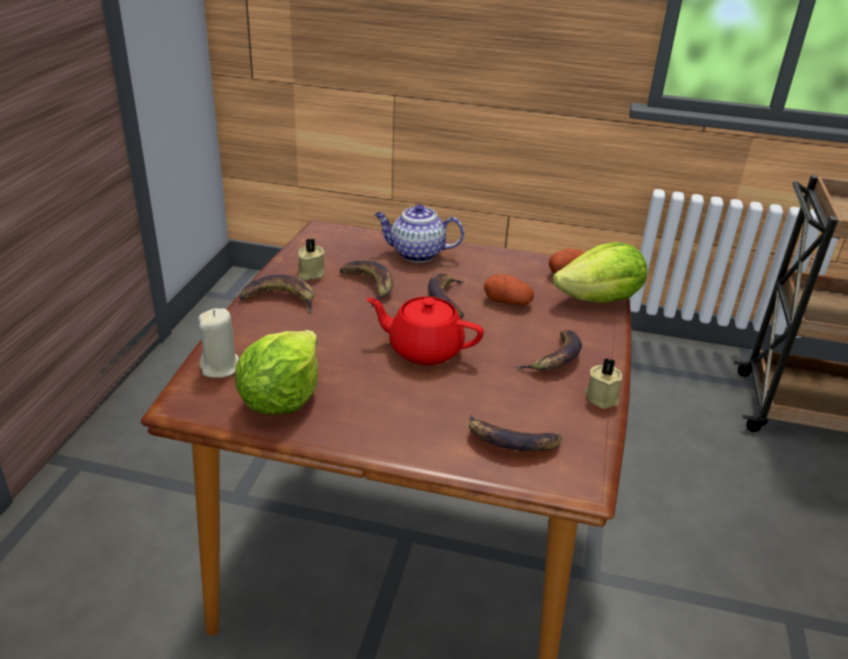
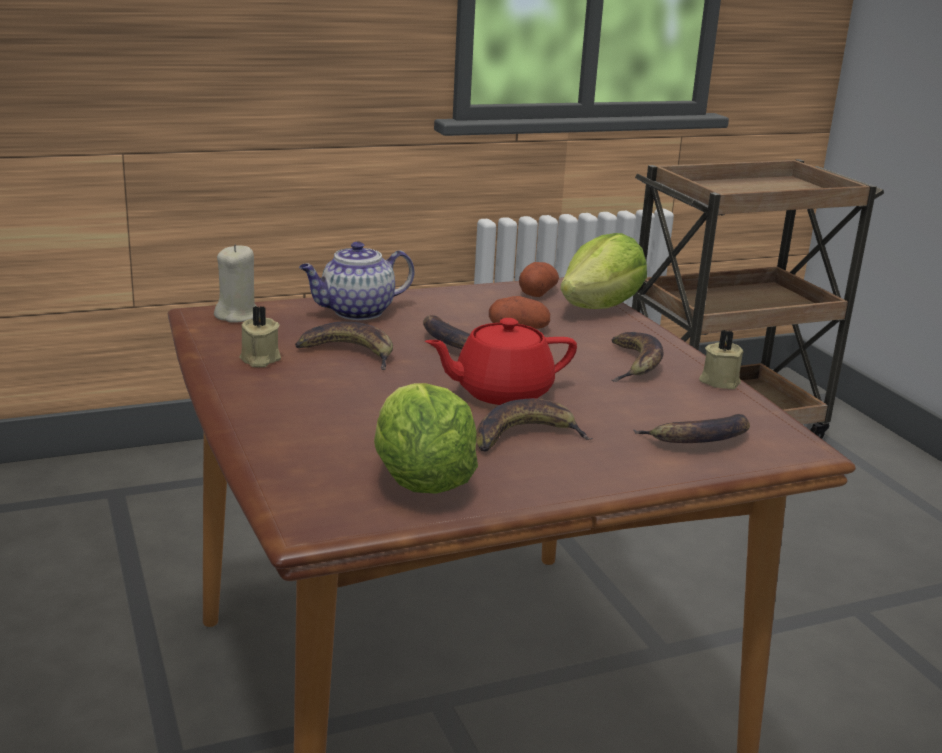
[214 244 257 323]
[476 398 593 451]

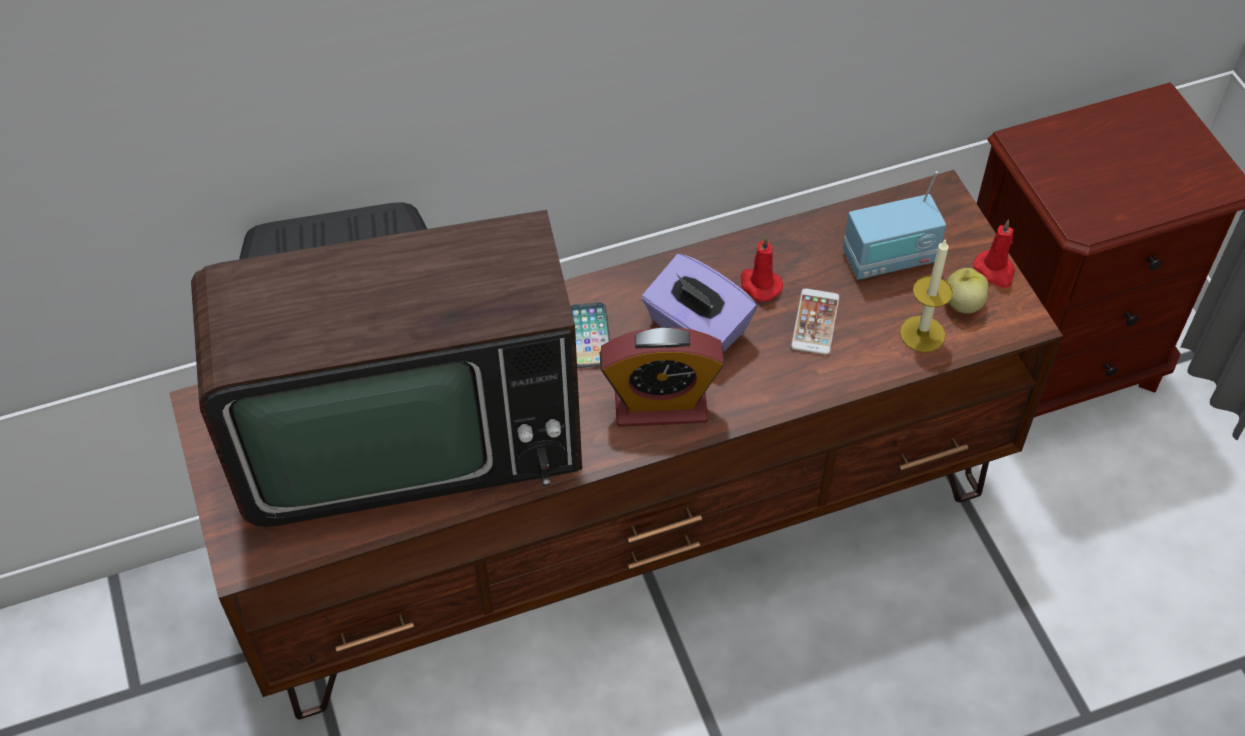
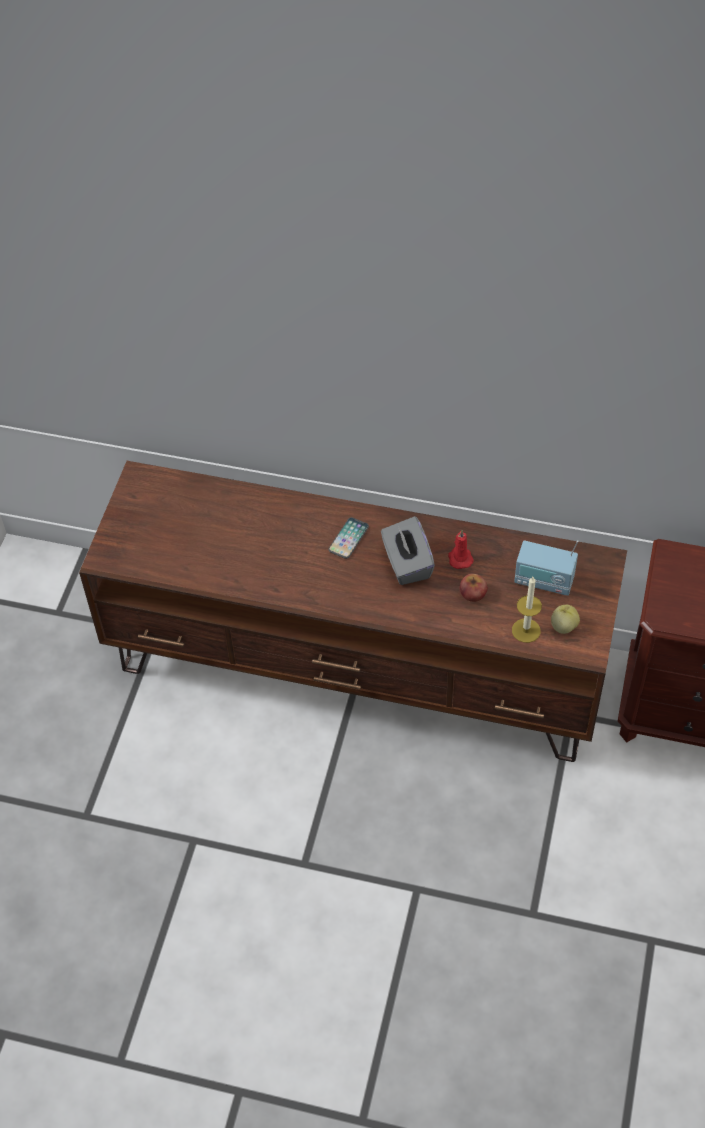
[191 202 582 527] (first image)
[600 327 725 427] (first image)
[973 219 1015 288] (first image)
[460 574 488 602]
[381 516 435 585]

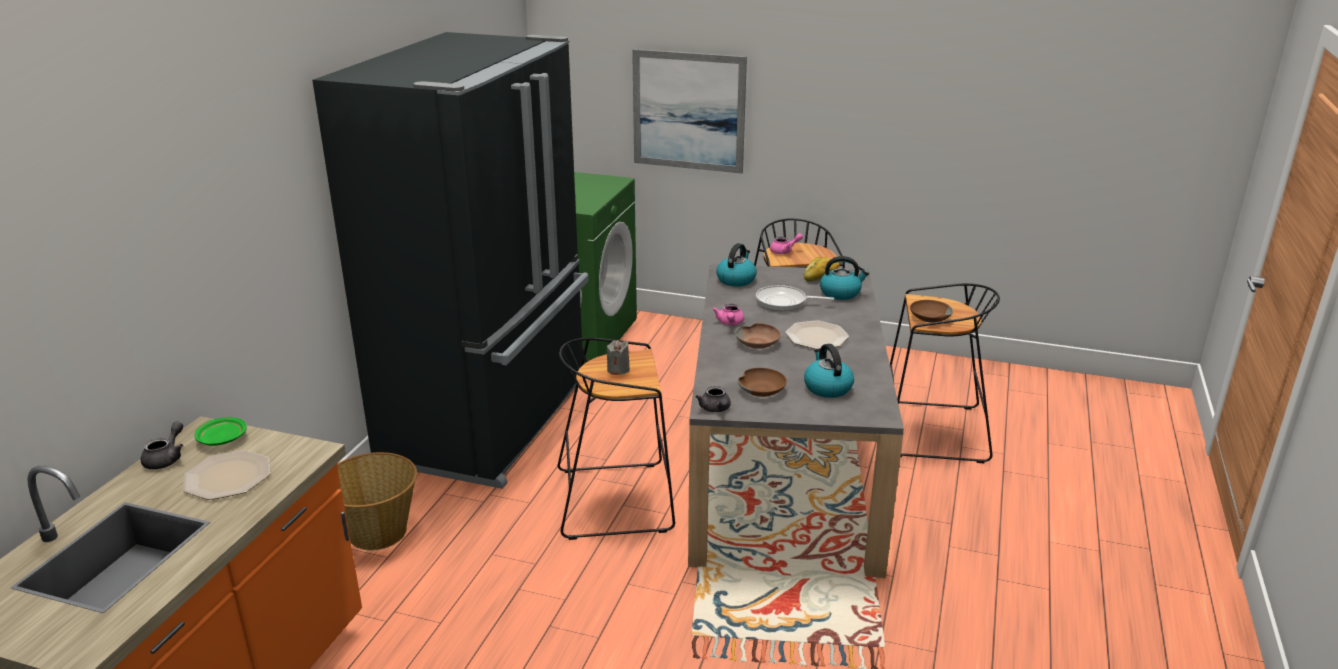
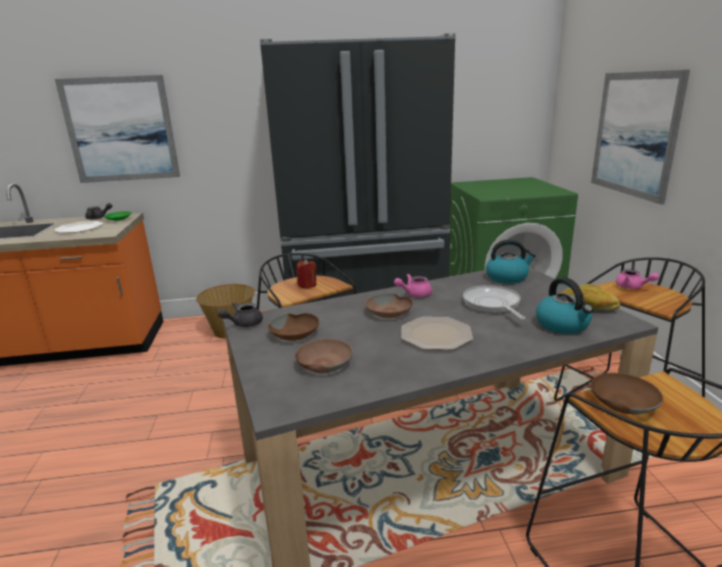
[55 75 180 183]
[295 339 353 373]
[296 259 317 289]

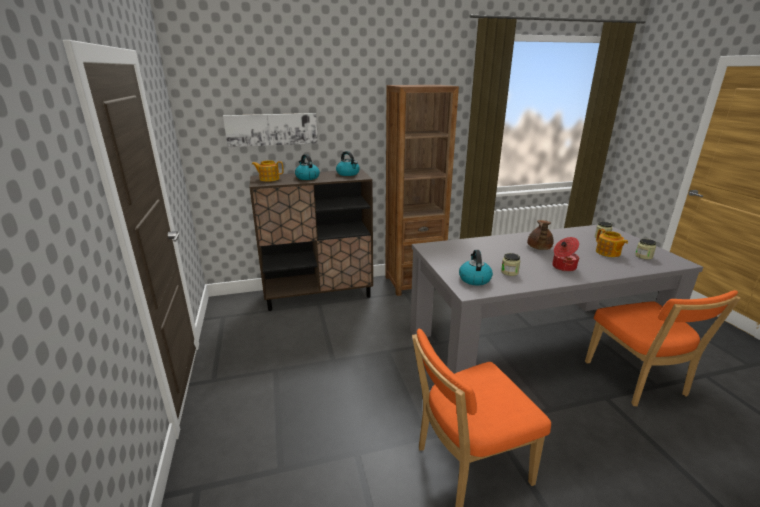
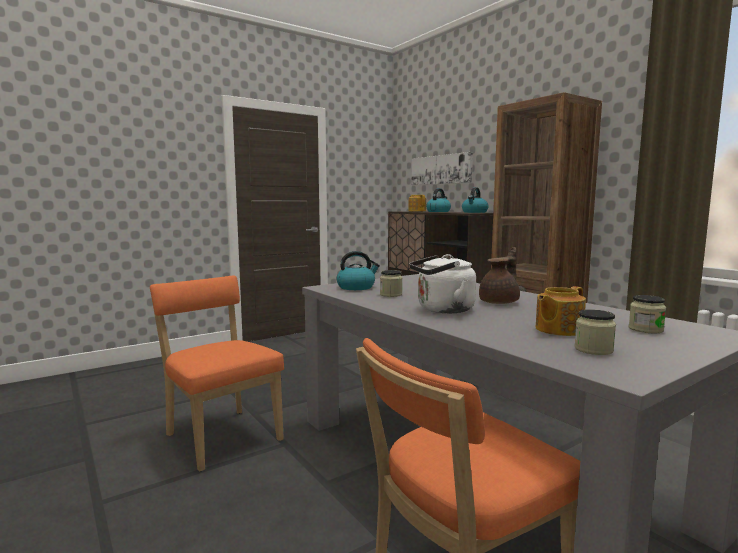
[409 254 476 313]
[479 247 520 304]

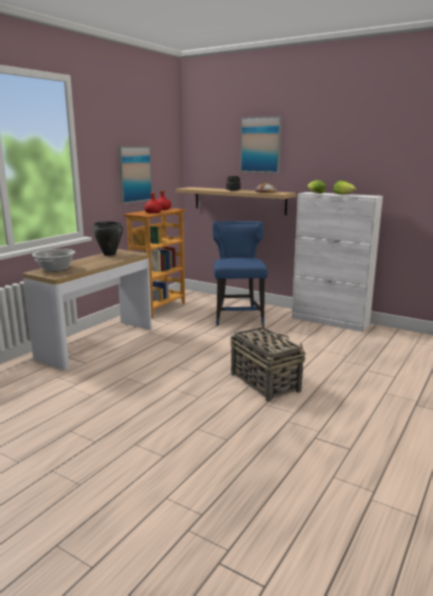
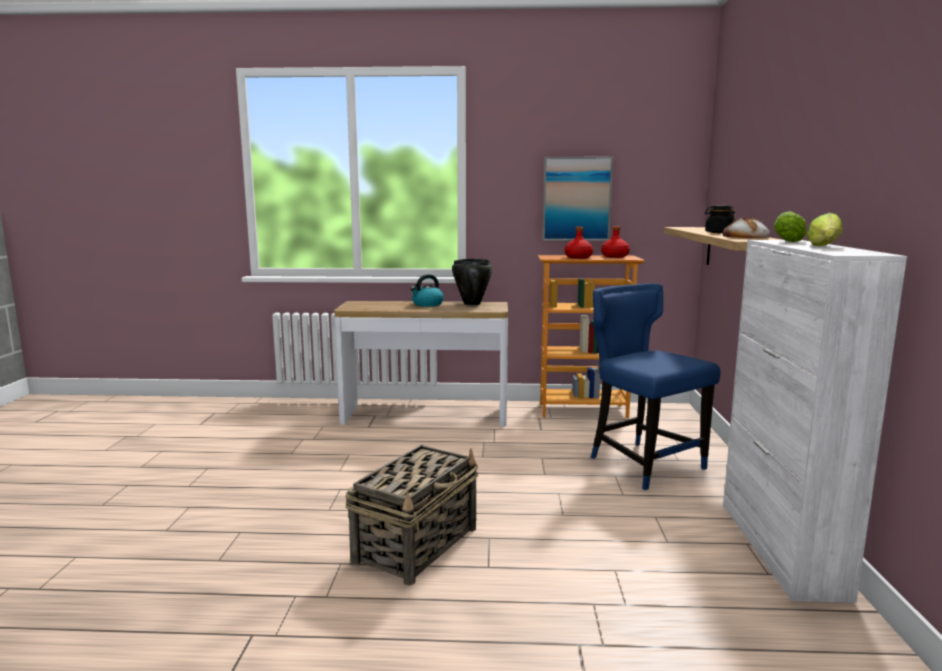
[32 249 75 272] (first image)
[240 116 282 173] (first image)
[410 274 444 307]
[591 283 721 490]

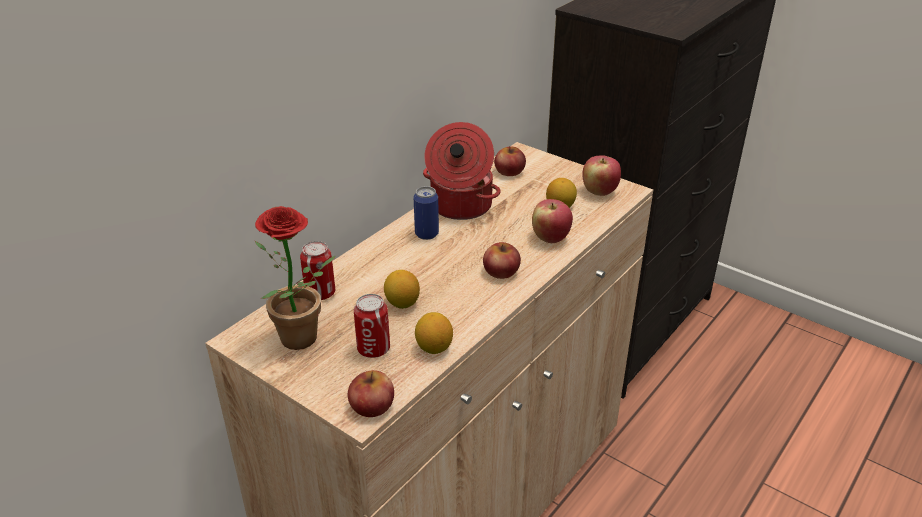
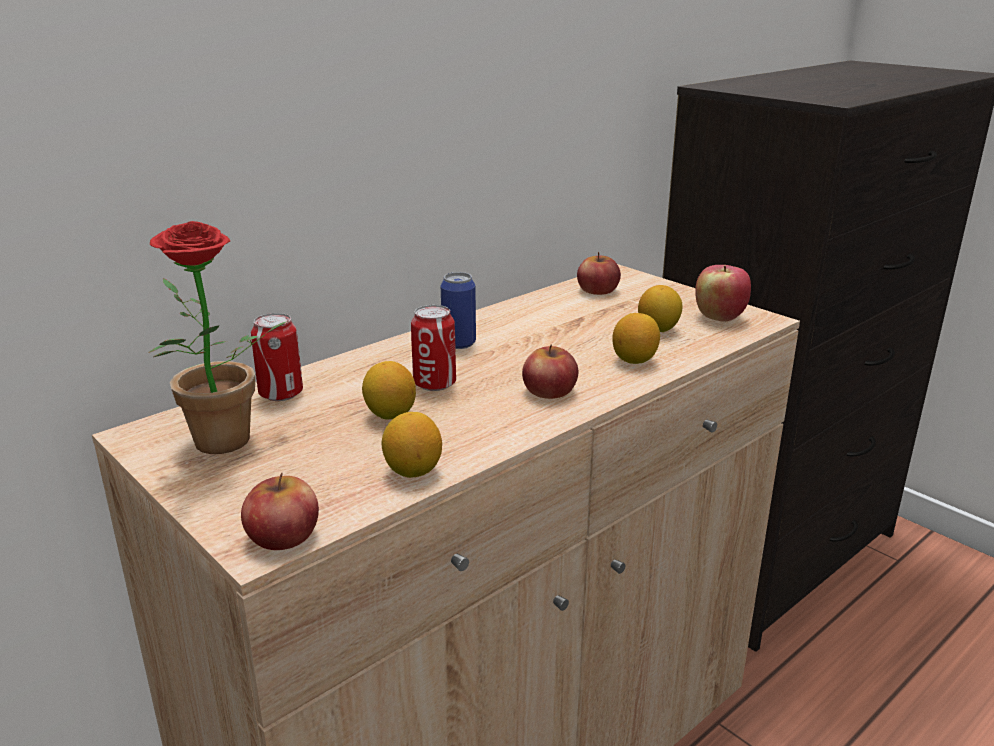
[423 122 500 220] (first image)
[411 305 456 391]
[612 313 660 364]

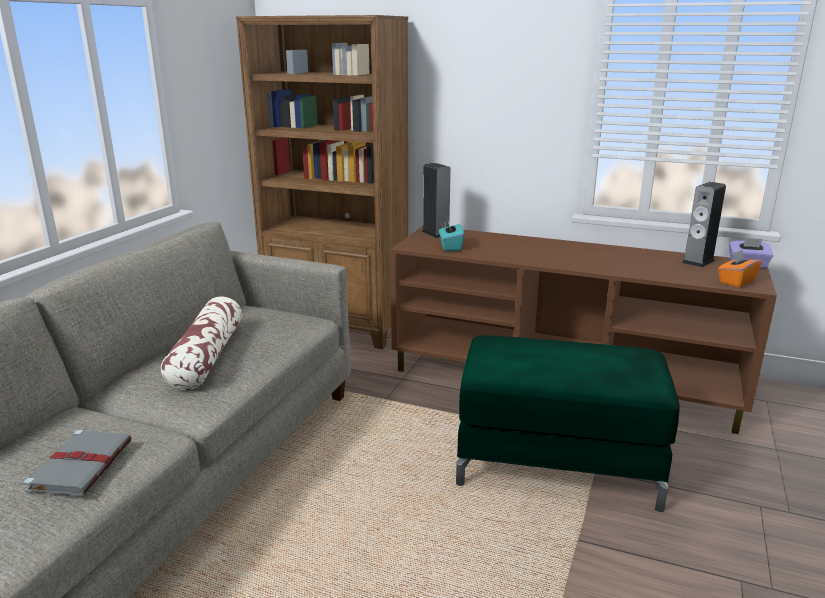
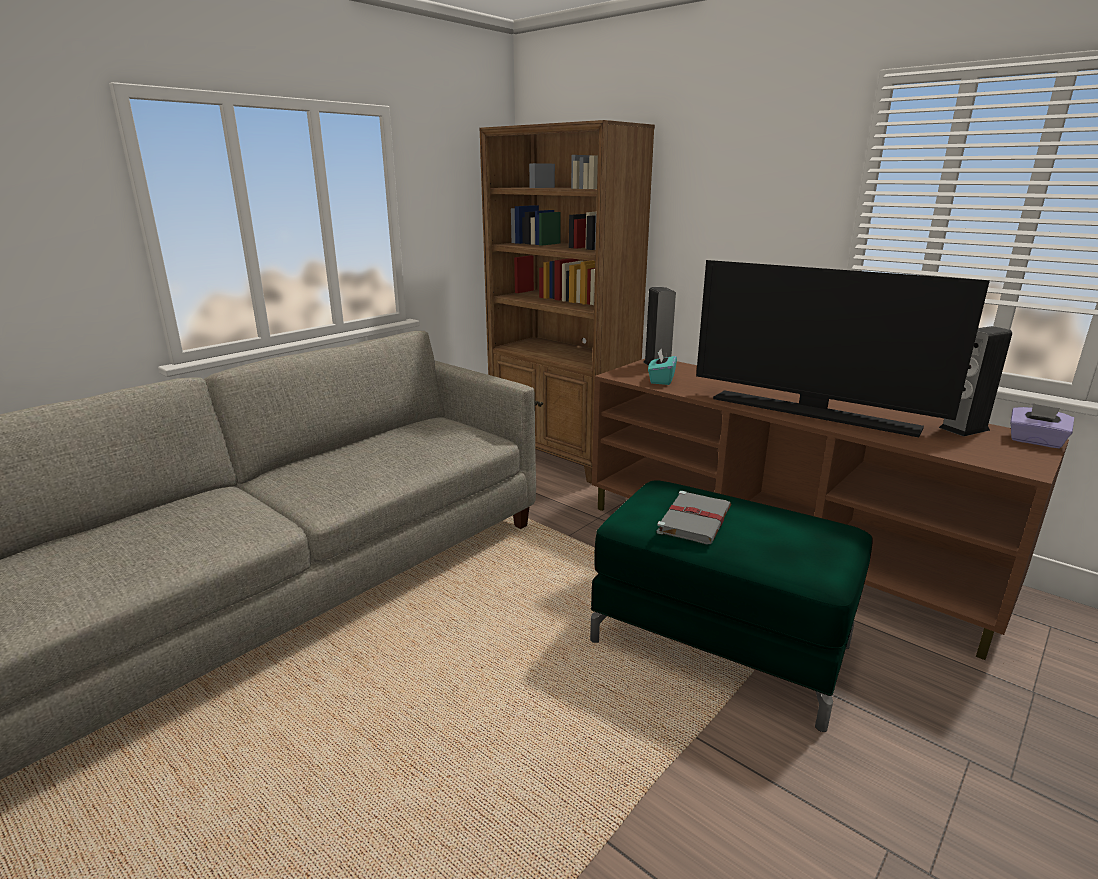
[161 296 242 390] (first image)
[718 249 762 288] (first image)
[696 260 990 437]
[656 491 731 544]

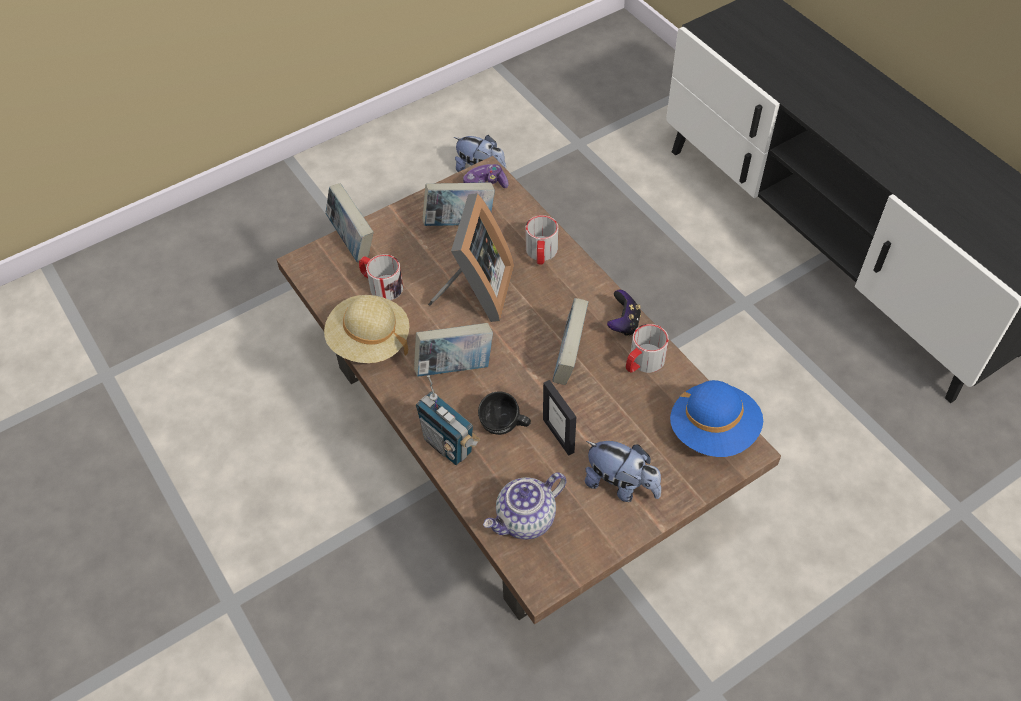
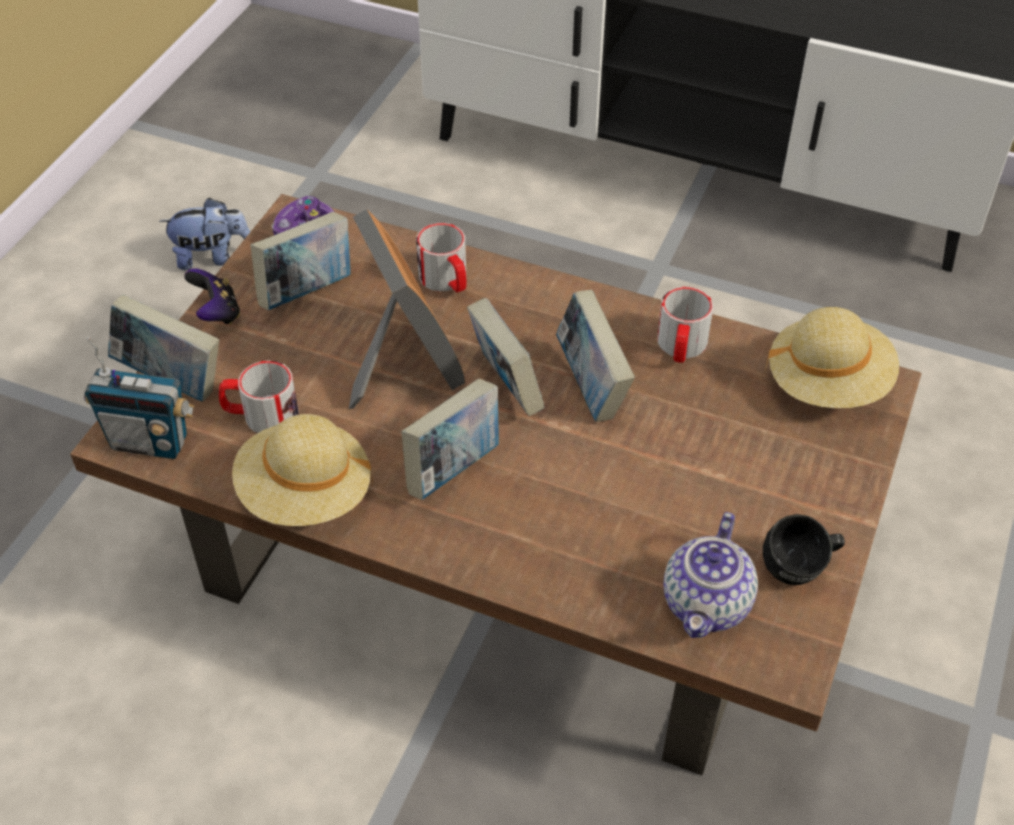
[543 380 576 456] (first image)
[585 441 661 502] (first image)
[467 298 544 416]
[84 337 194 459]
[763 514 845 585]
[184 268 240 325]
[764 307 899 408]

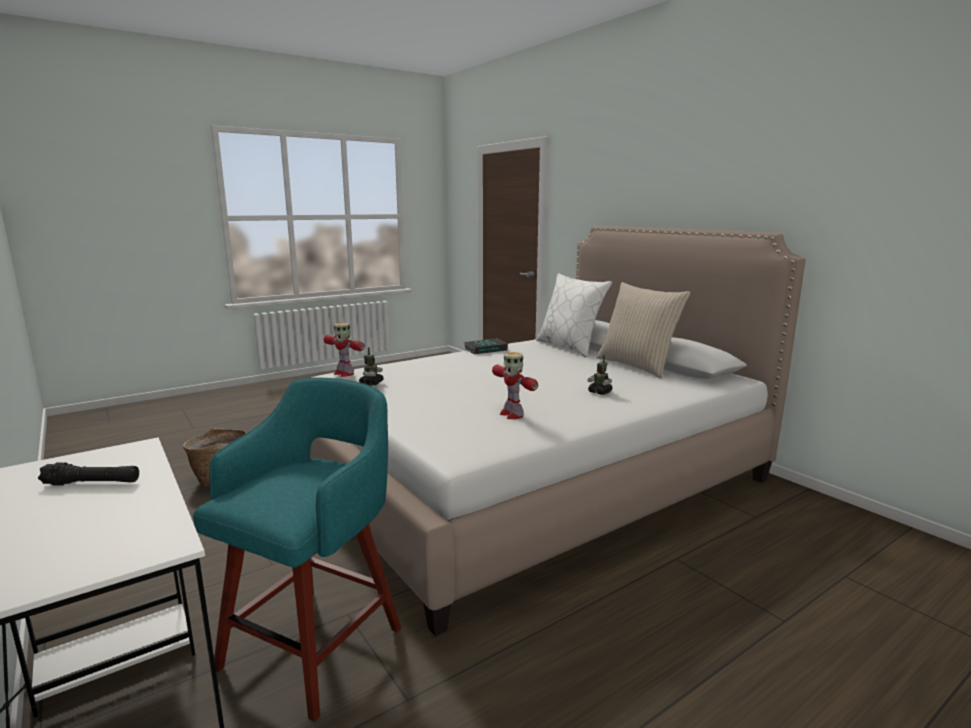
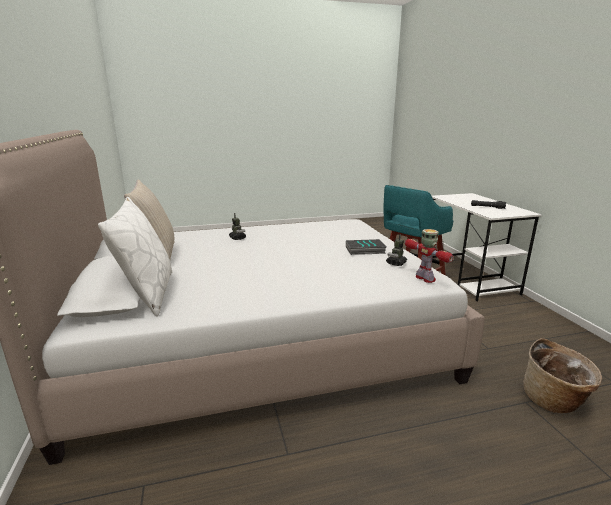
[492 352 538 419] (first image)
[346 239 386 255]

